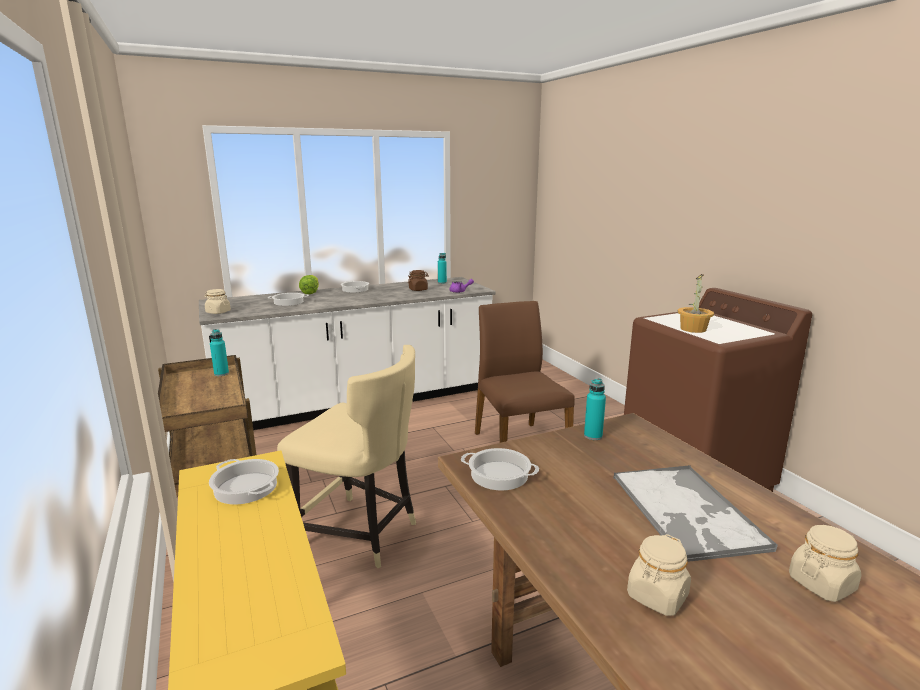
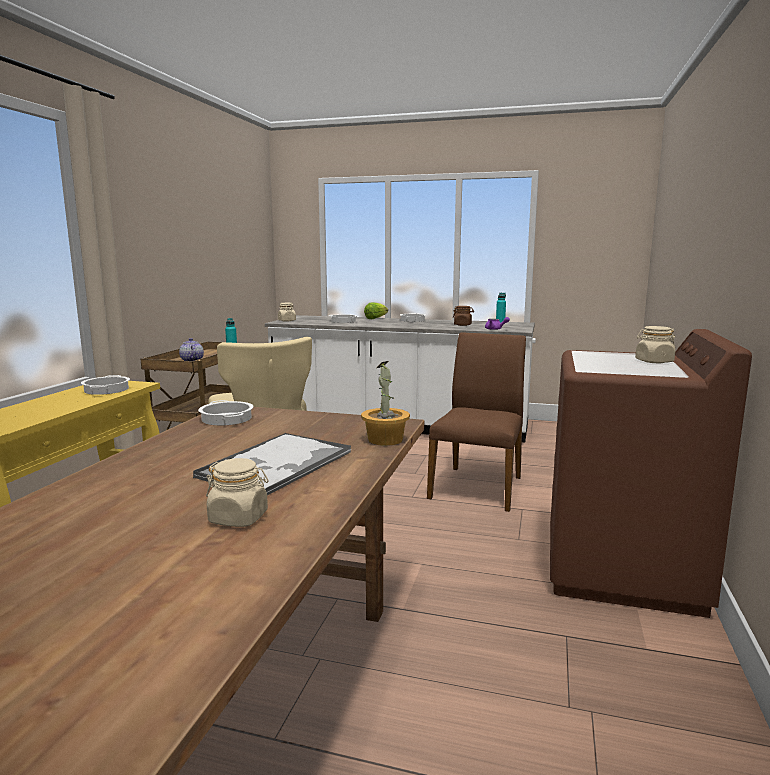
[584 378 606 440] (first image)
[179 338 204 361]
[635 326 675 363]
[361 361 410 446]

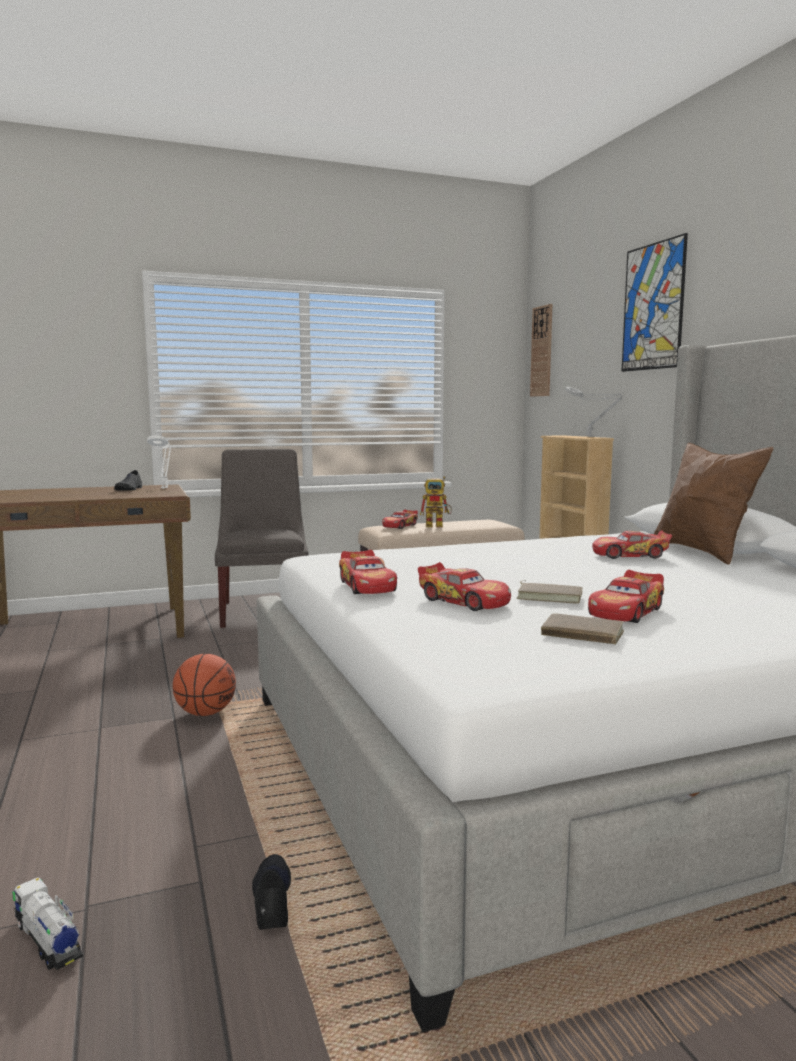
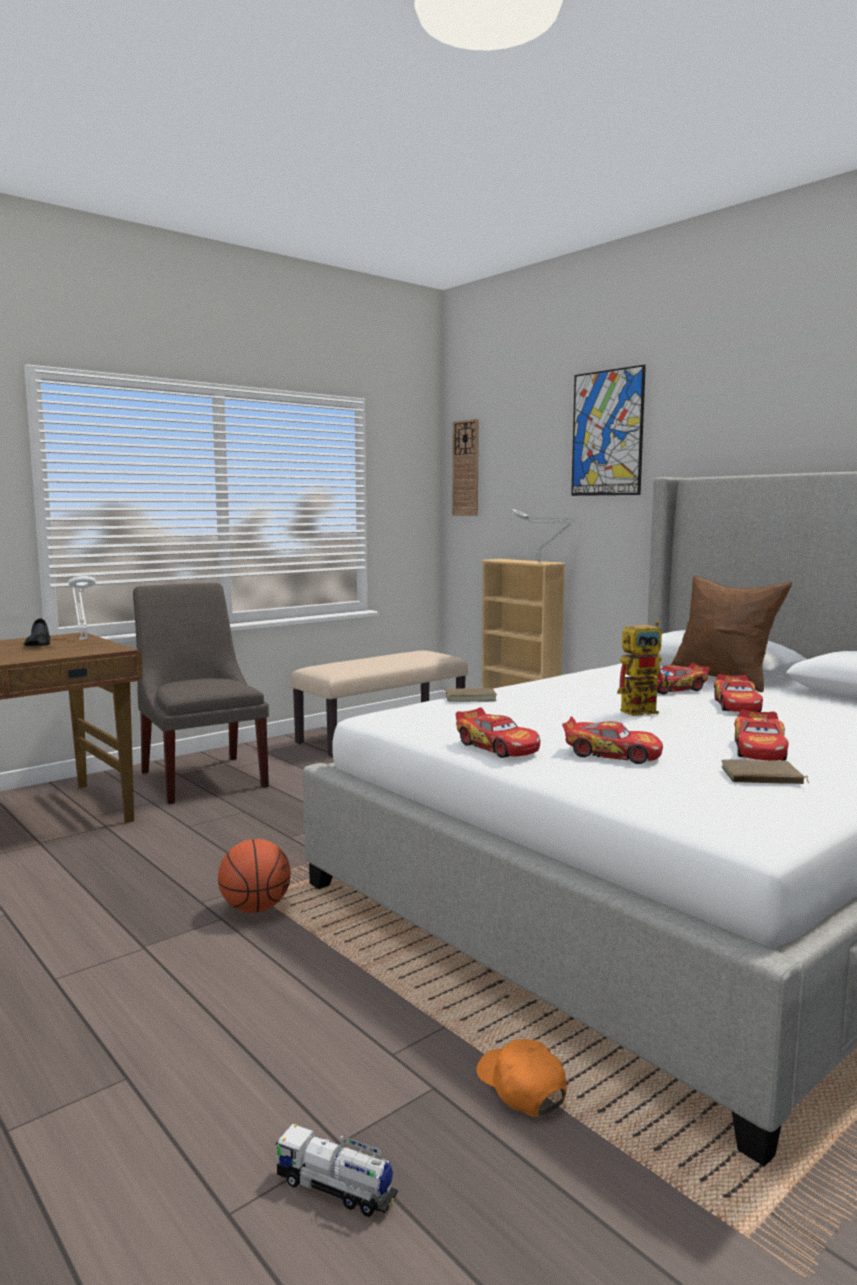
[714 674 763 712]
[617 621 671 716]
[444 687 497 702]
[476 1039 567 1117]

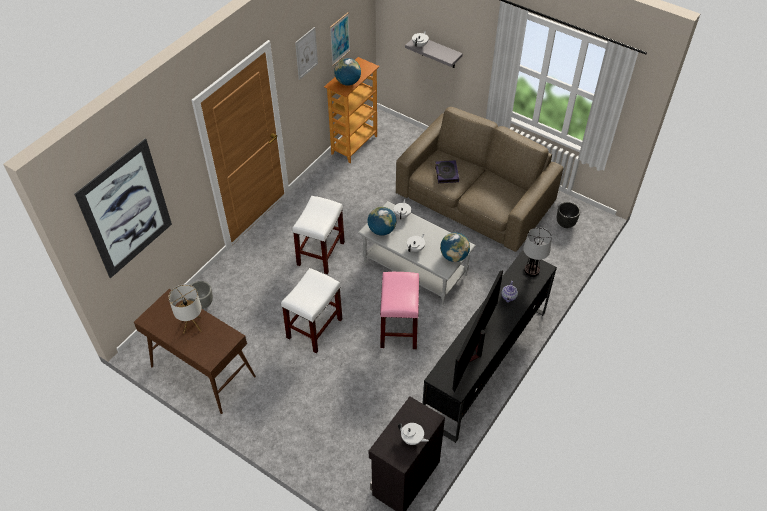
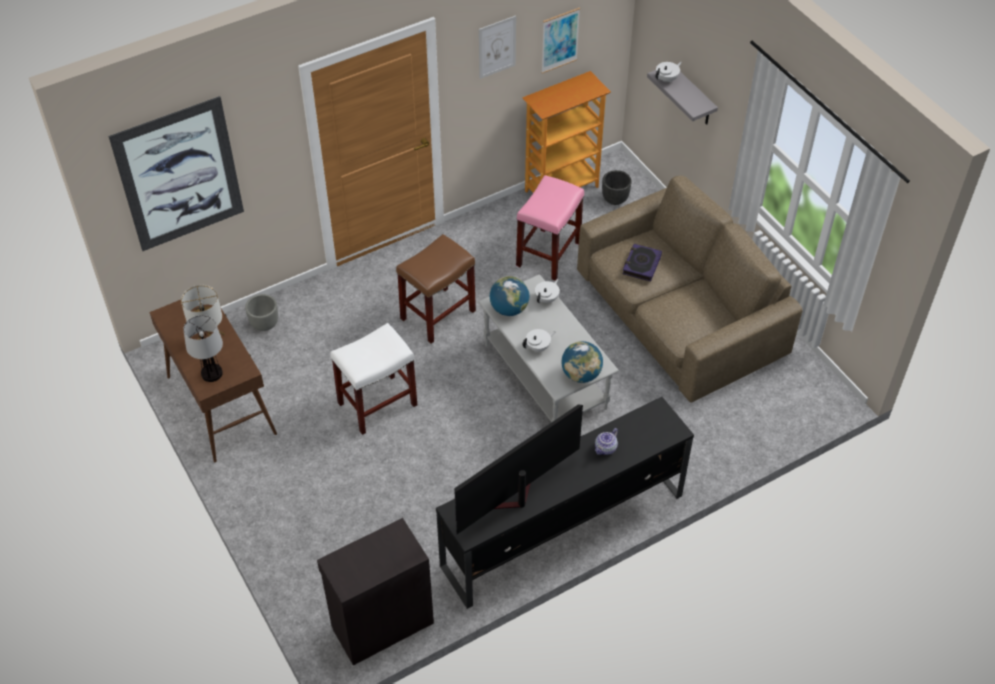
[334 58 361 86] (first image)
[398 423 429 445] (first image)
[516 175 584 281]
[183 315 223 382]
[602 170 632 205]
[396 234 476 344]

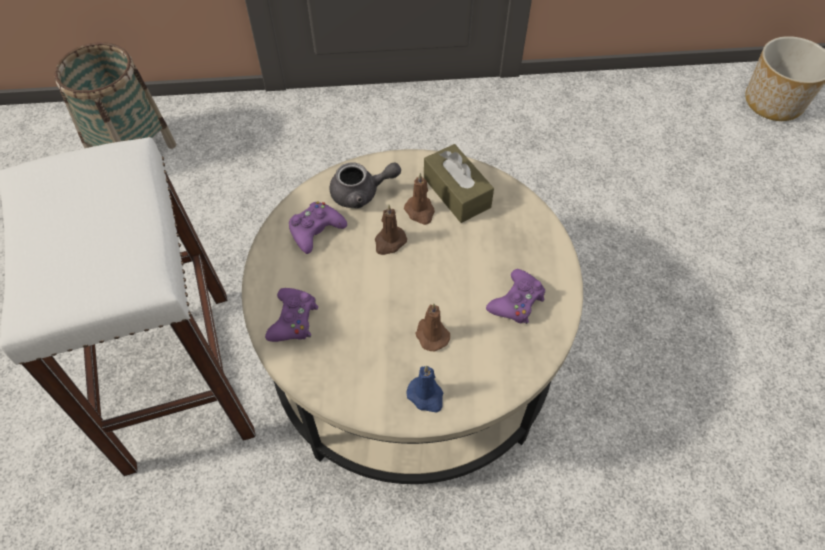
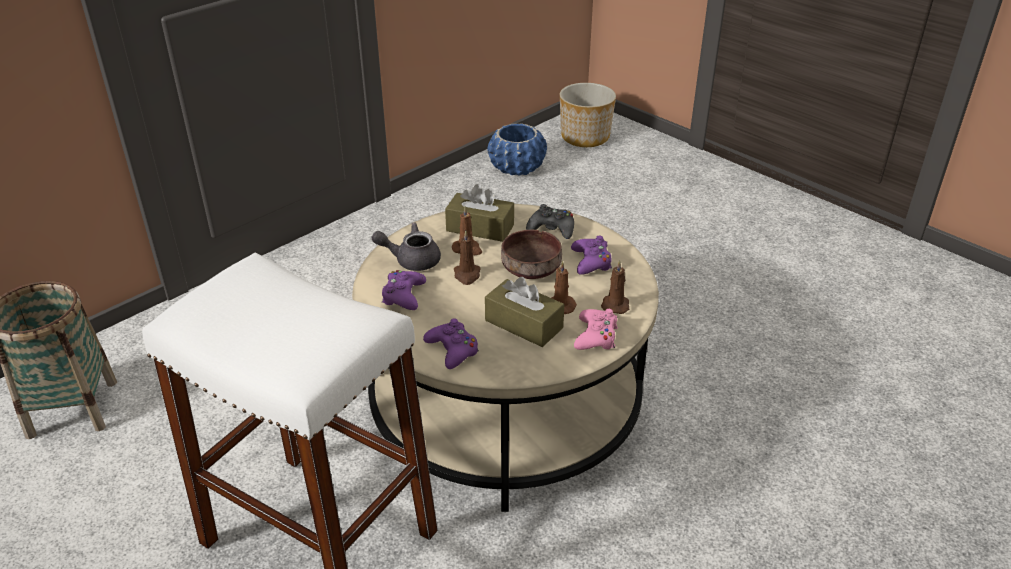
[485 277 564 347]
[488 123 547 176]
[501 230 562 279]
[526 204 574 239]
[601 260 629 314]
[574 309 618 350]
[372 222 441 271]

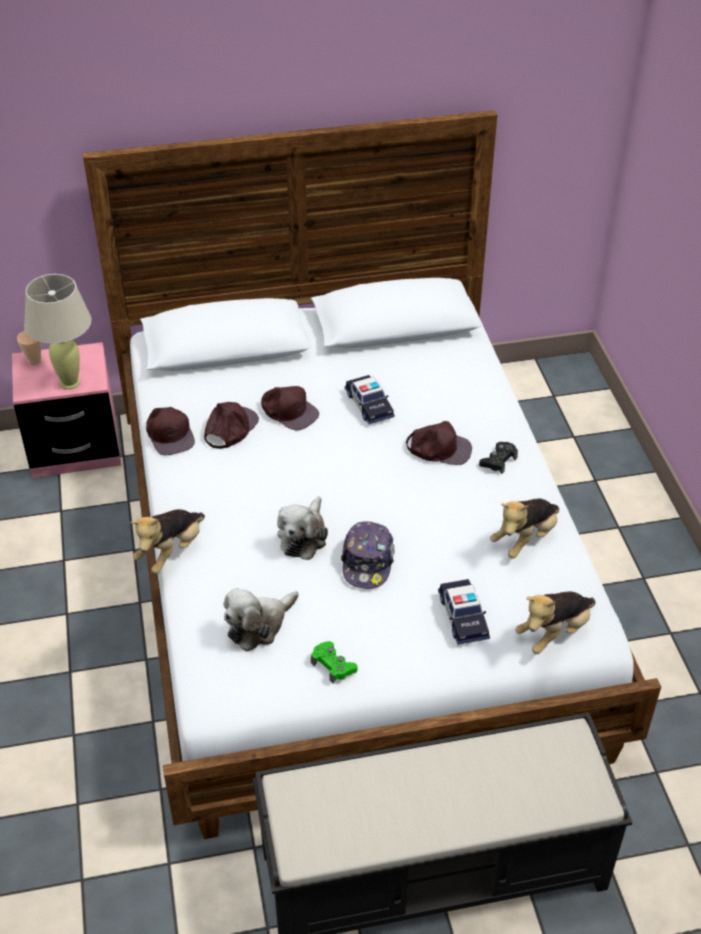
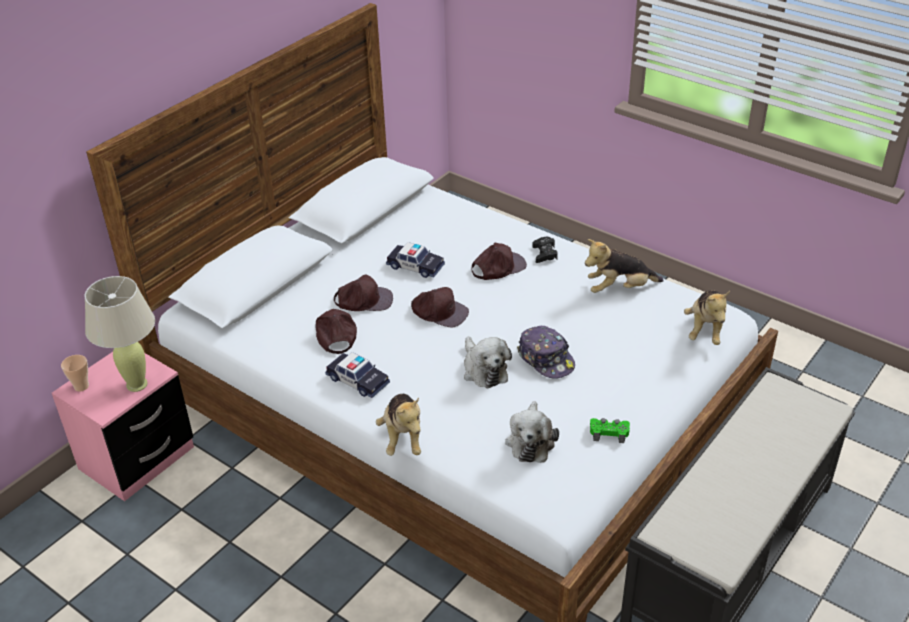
[411 287 469 328]
[325 352 390 398]
[585 239 664 293]

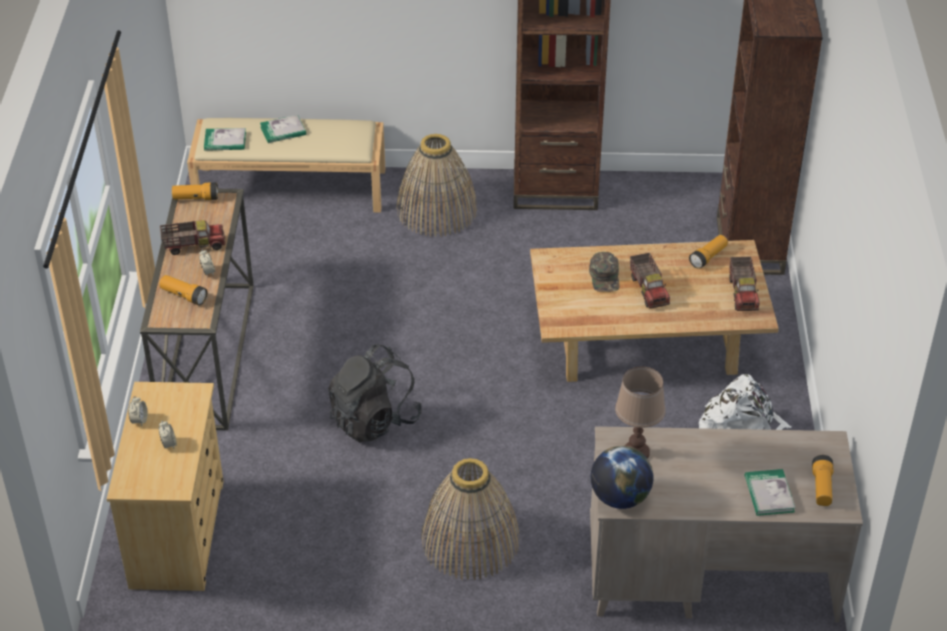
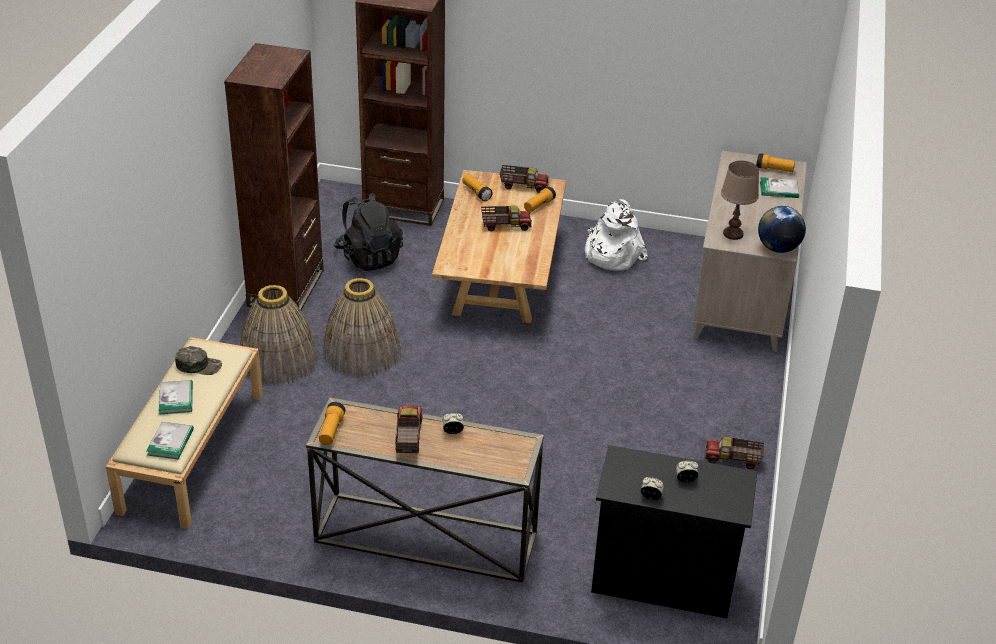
[704 437 765 469]
[524 186 556 212]
[334 193 403 271]
[323 278 401 378]
[175 346 222 375]
[591 445 757 618]

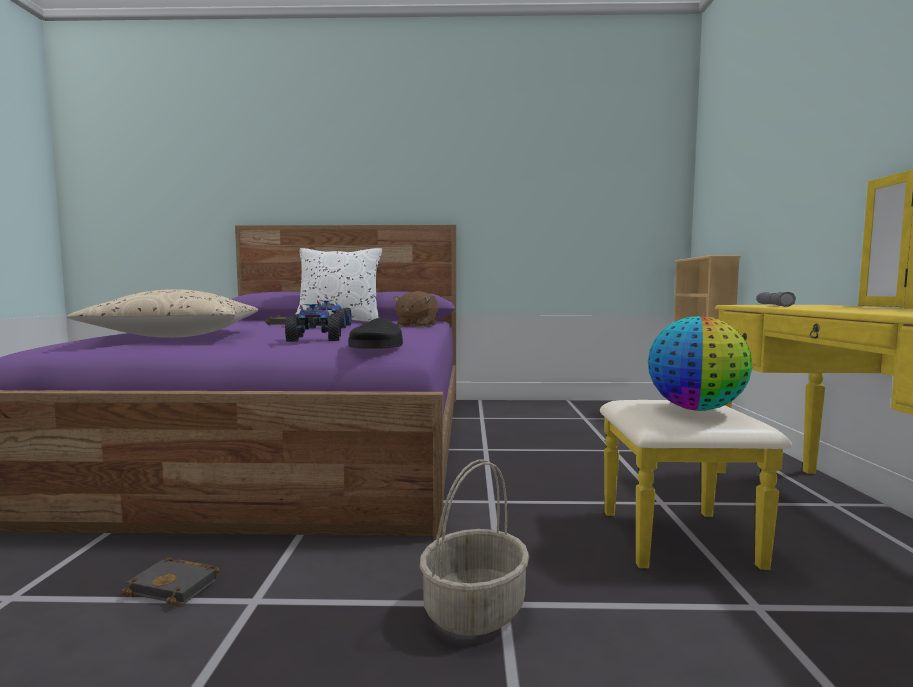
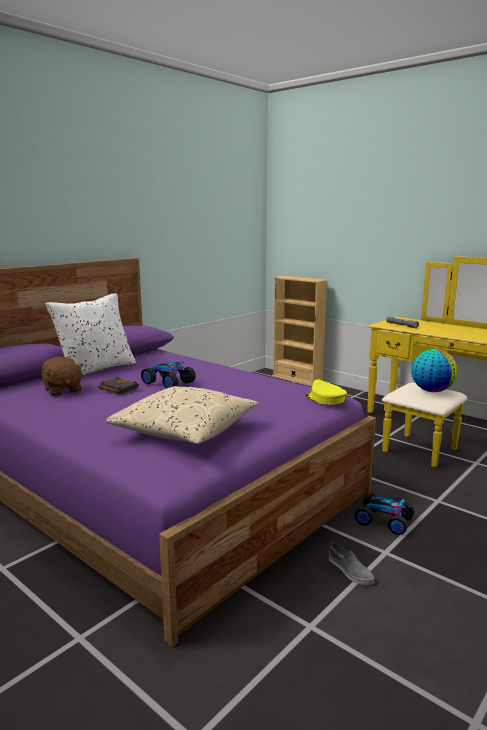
[420 459 529 636] (first image)
[355 494 414 535]
[41 356 83 396]
[329 543 374 585]
[304 379 347 405]

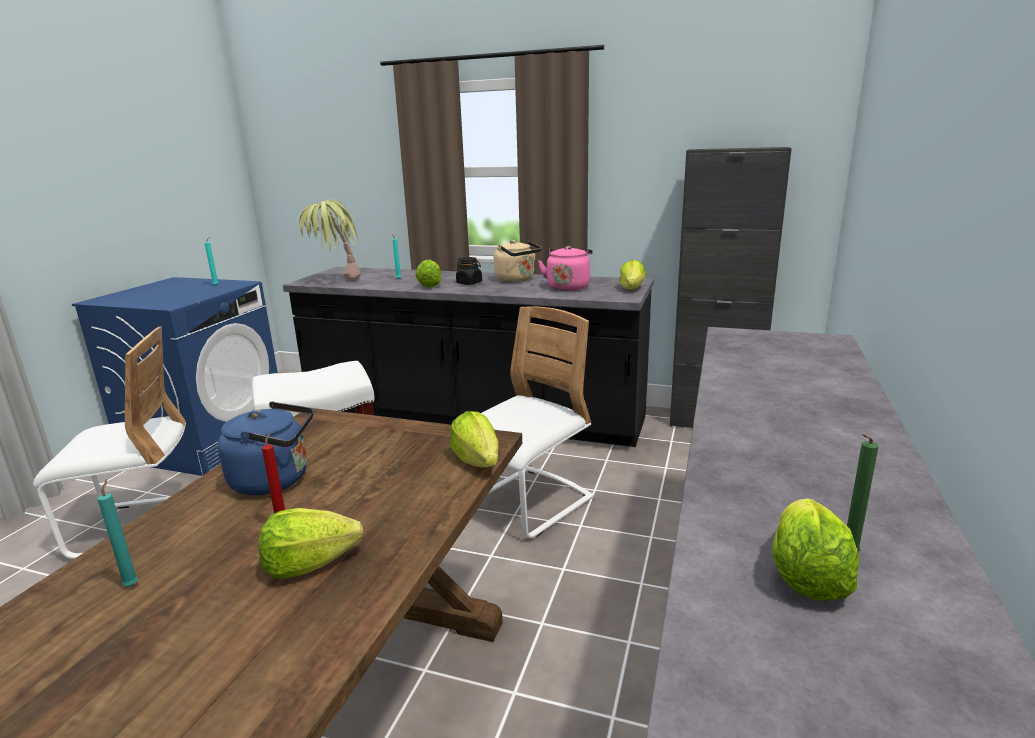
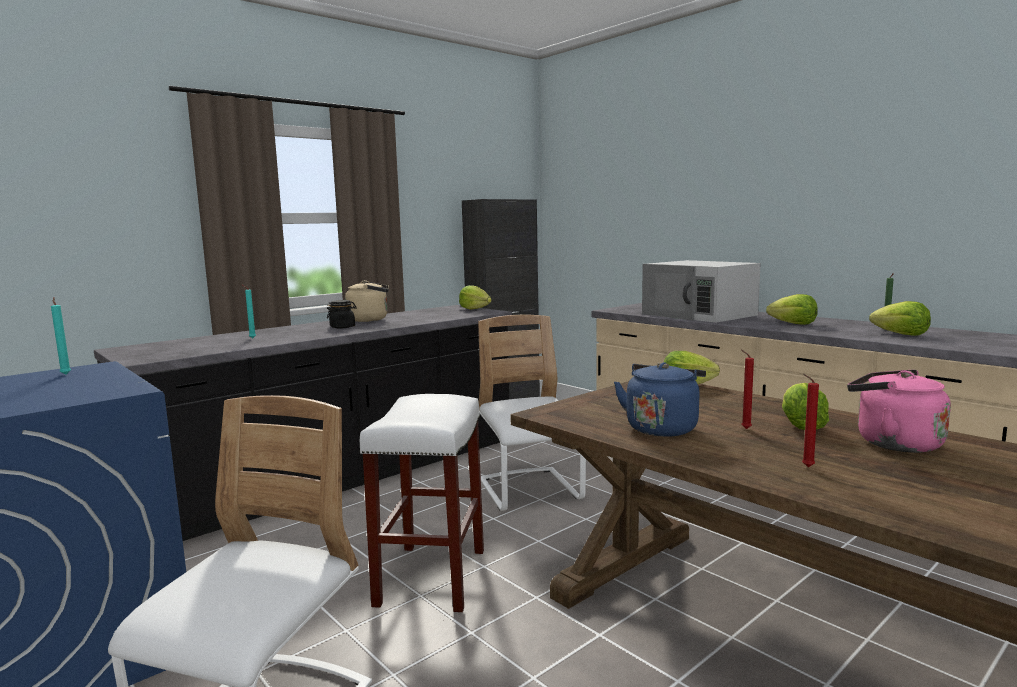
[296 200 361 280] (first image)
[642 260 761 323]
[766 294 818 325]
[847 370 951 453]
[802 374 819 467]

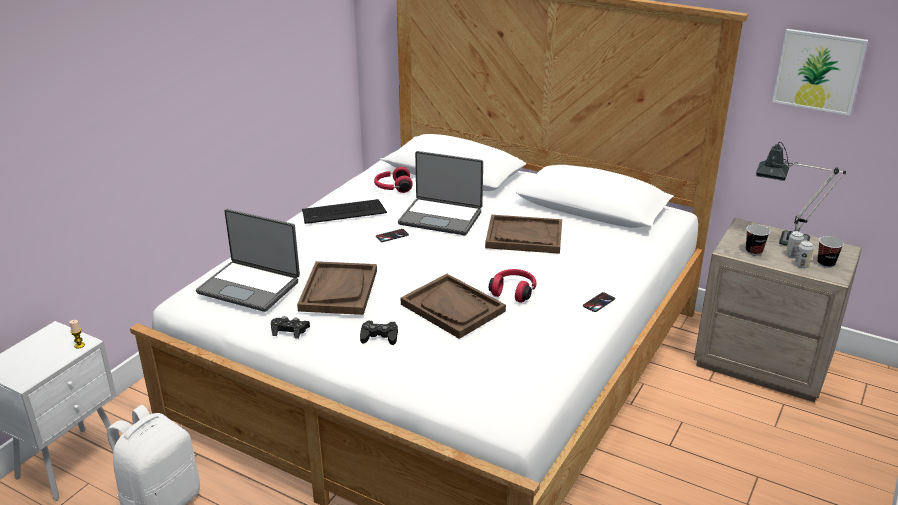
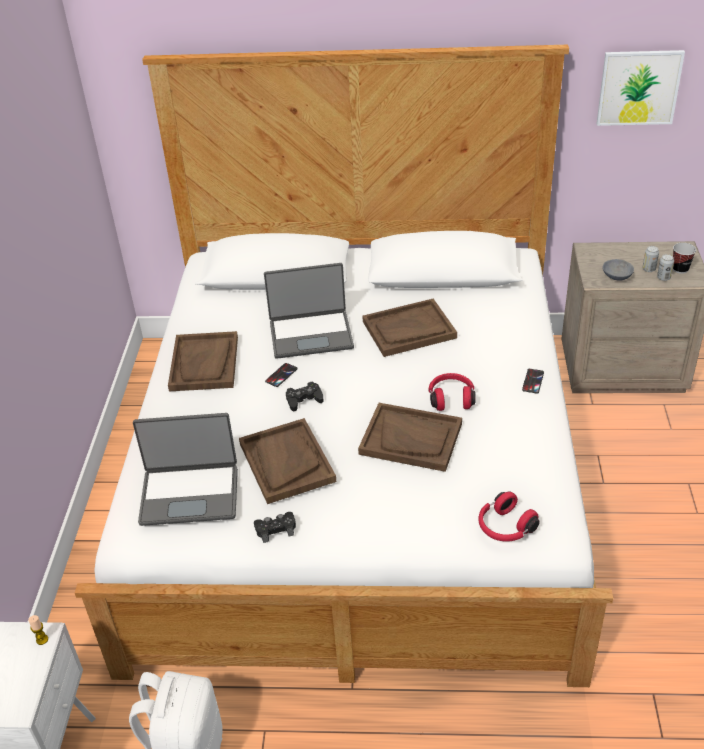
[756 142 846 245] (first image)
[286 382 323 411]
[479 492 539 541]
[168 331 238 392]
[603 259 634 281]

